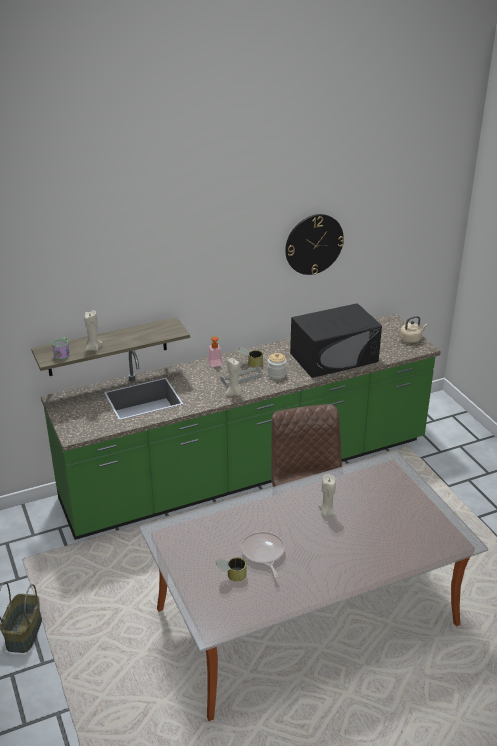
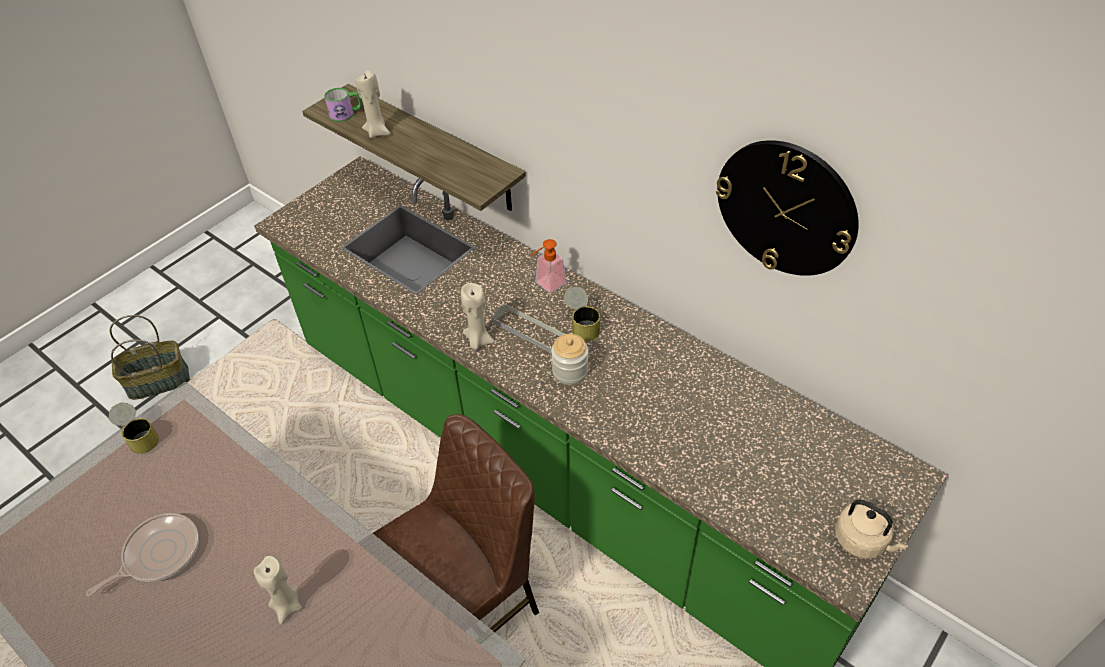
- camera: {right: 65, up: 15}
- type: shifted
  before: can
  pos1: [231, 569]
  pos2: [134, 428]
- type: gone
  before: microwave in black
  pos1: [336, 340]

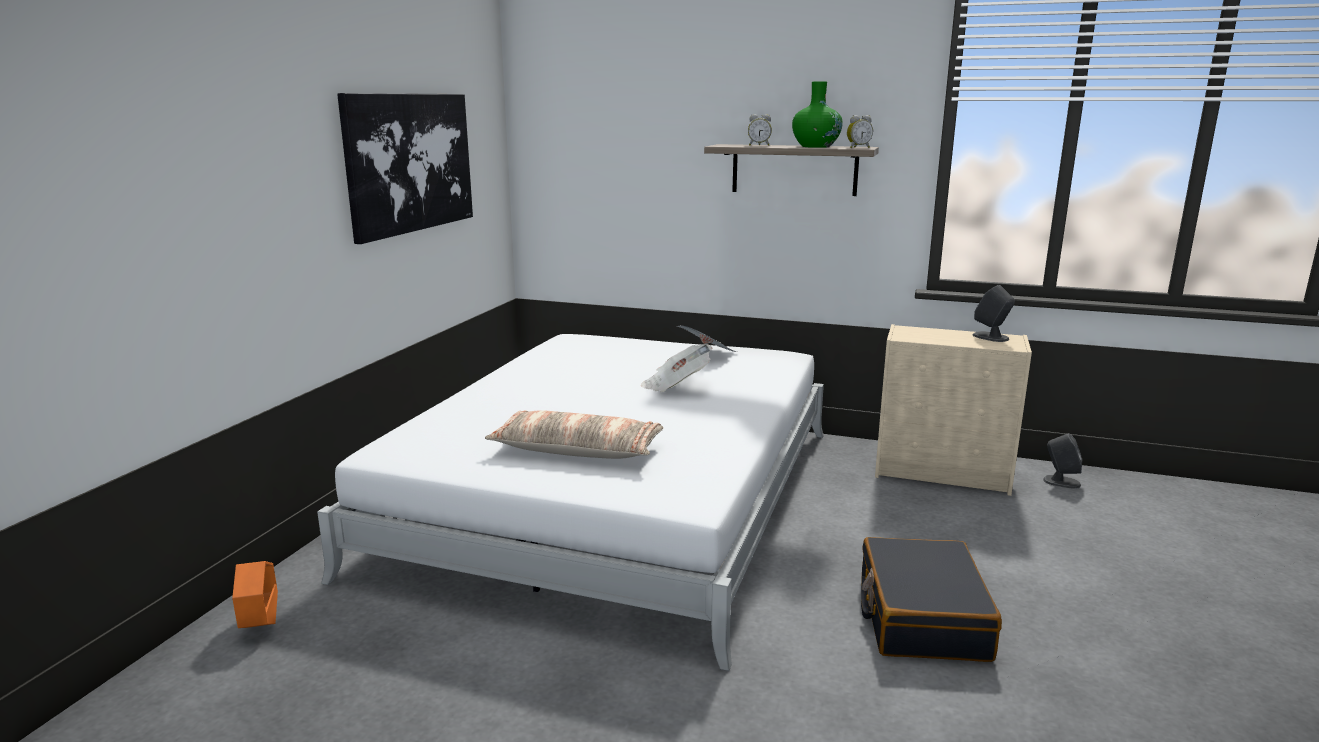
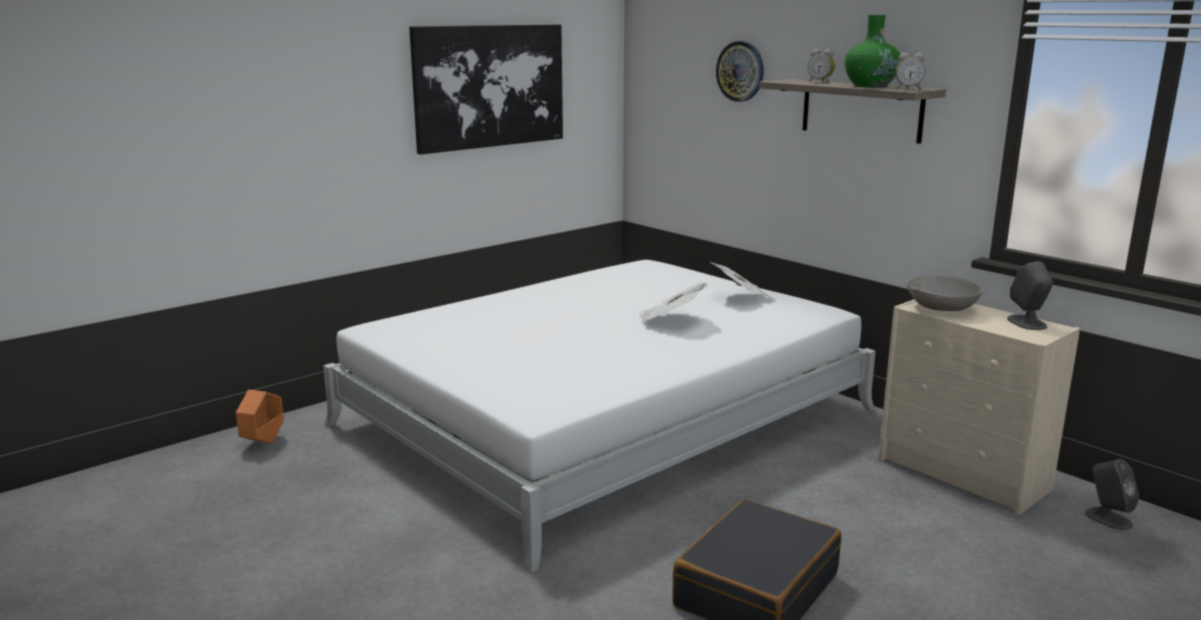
- camera: {right: 30, up: 0}
- type: gone
  before: pillow
  pos1: [574, 434]
- type: new
  after: wall clock
  pos2: [740, 71]
- type: new
  after: bowl in grey
  pos2: [945, 293]

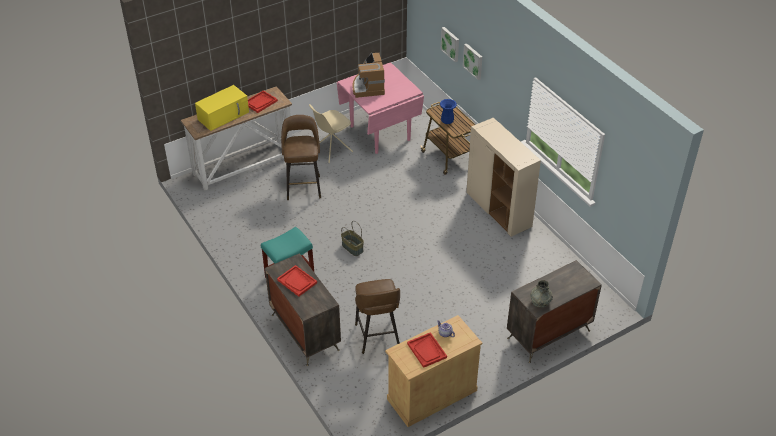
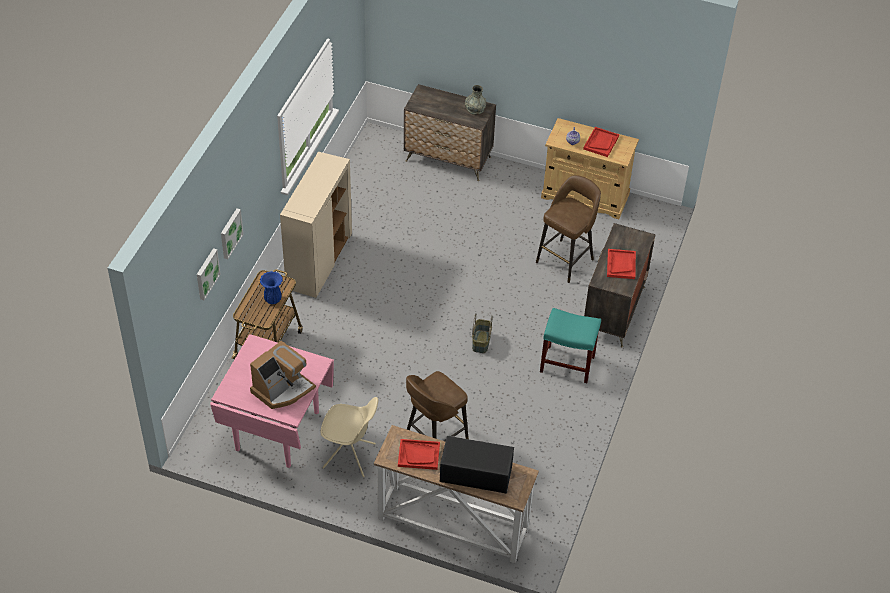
- camera: {right: -130, up: 5}
- type: repainted
  before: microwave in yellow
  after: microwave in black
  pos1: [222, 108]
  pos2: [477, 465]

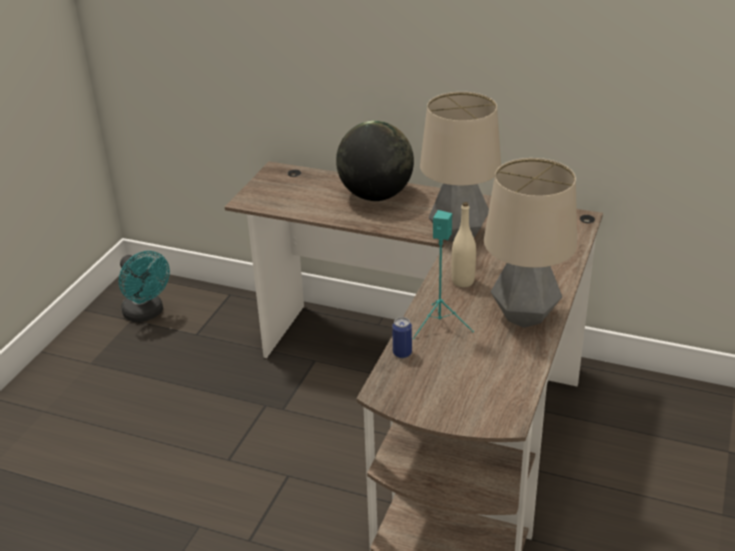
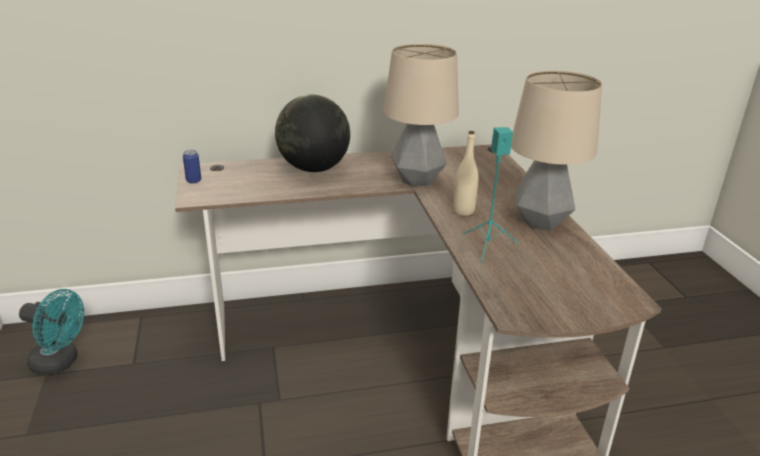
- camera: {right: -35, up: -5}
- type: shifted
  before: can
  pos1: [402, 337]
  pos2: [192, 166]

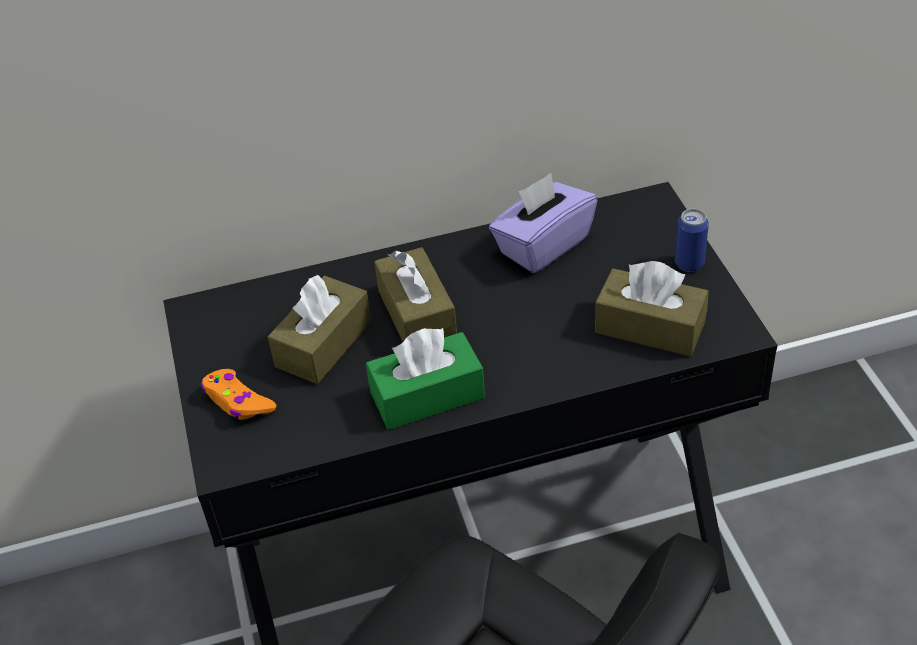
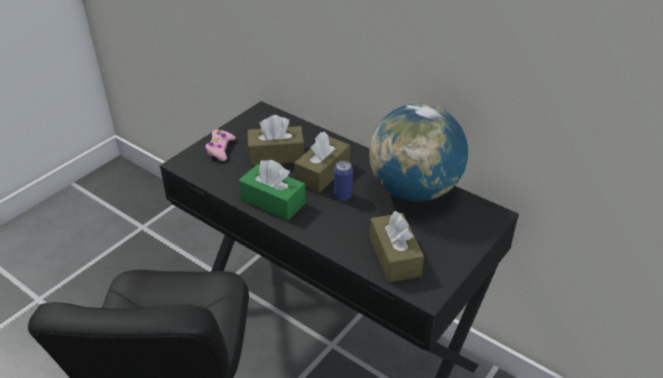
- camera: {right: 50, up: -5}
- type: repainted
  before: game controller in orange
  after: game controller in pink
  pos1: [238, 394]
  pos2: [220, 145]
- type: swapped
  before: tissue box in purple
  after: globe
  pos1: [543, 223]
  pos2: [418, 152]
- type: shifted
  before: can
  pos1: [692, 240]
  pos2: [343, 180]

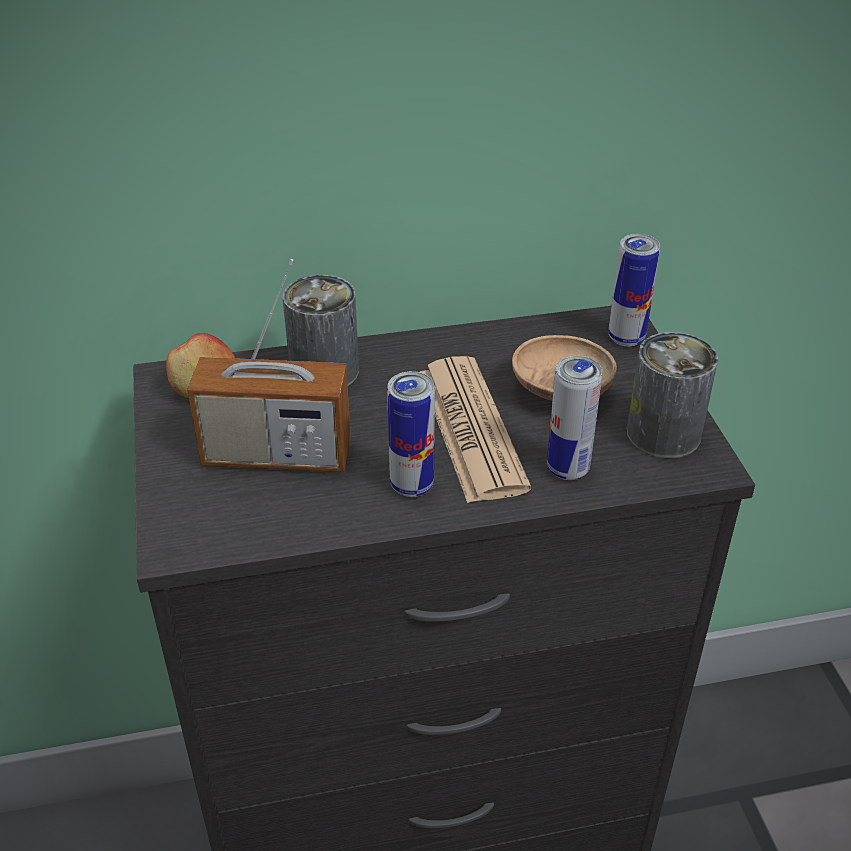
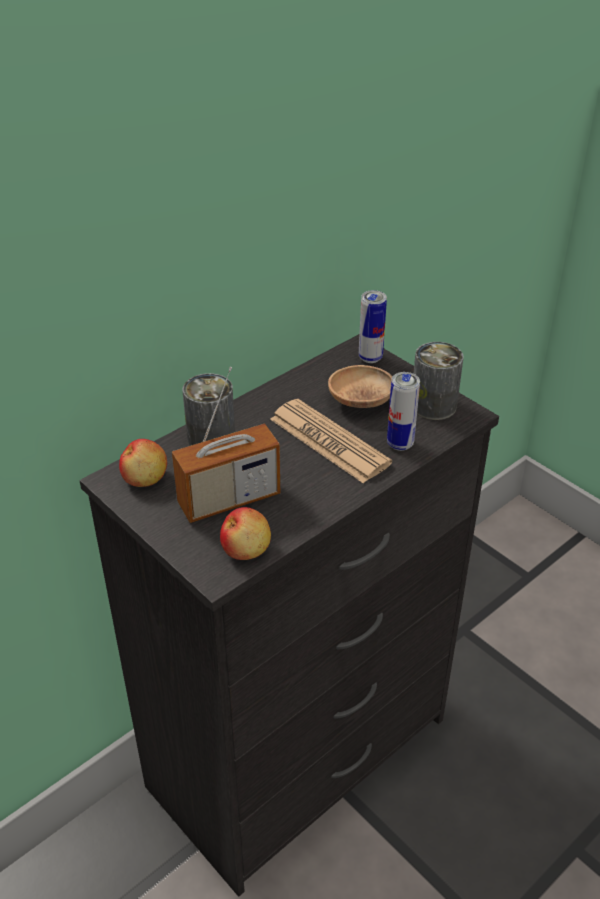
- camera: {right: -30, up: 0}
- type: gone
  before: can
  pos1: [411, 434]
- type: new
  after: apple
  pos2: [245, 533]

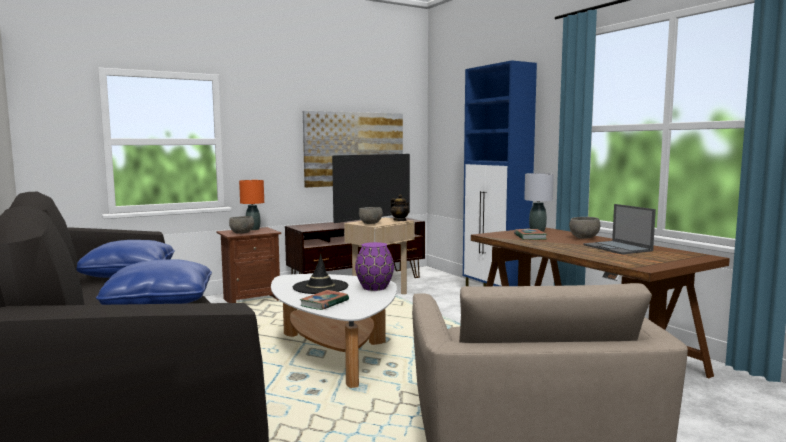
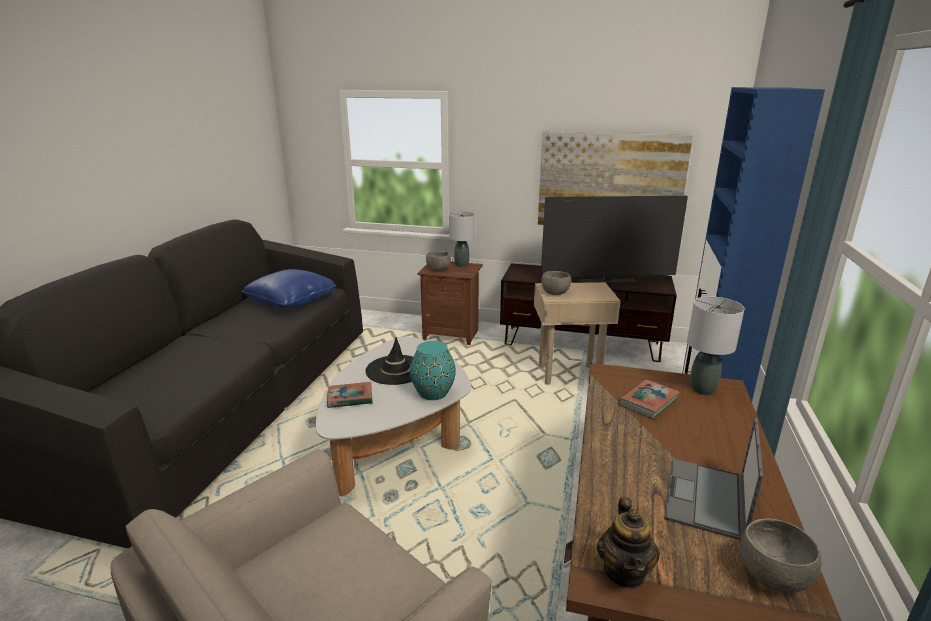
- camera: {right: 45, up: 15}
- type: gone
  before: pillow in blue
  pos1: [154, 282]
- type: repainted
  before: table lamp in orange
  after: table lamp in grey
  pos1: [251, 205]
  pos2: [462, 239]
- type: repainted
  before: vase in purple
  after: vase in turquoise
  pos1: [374, 266]
  pos2: [433, 370]
- type: shifted
  before: teapot
  pos1: [400, 207]
  pos2: [628, 543]
- type: shifted
  before: bowl in grey
  pos1: [584, 228]
  pos2: [781, 555]

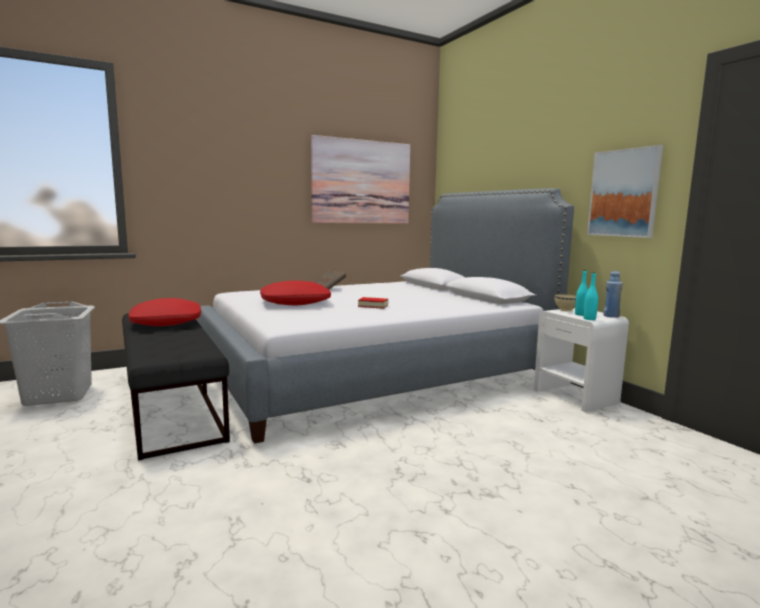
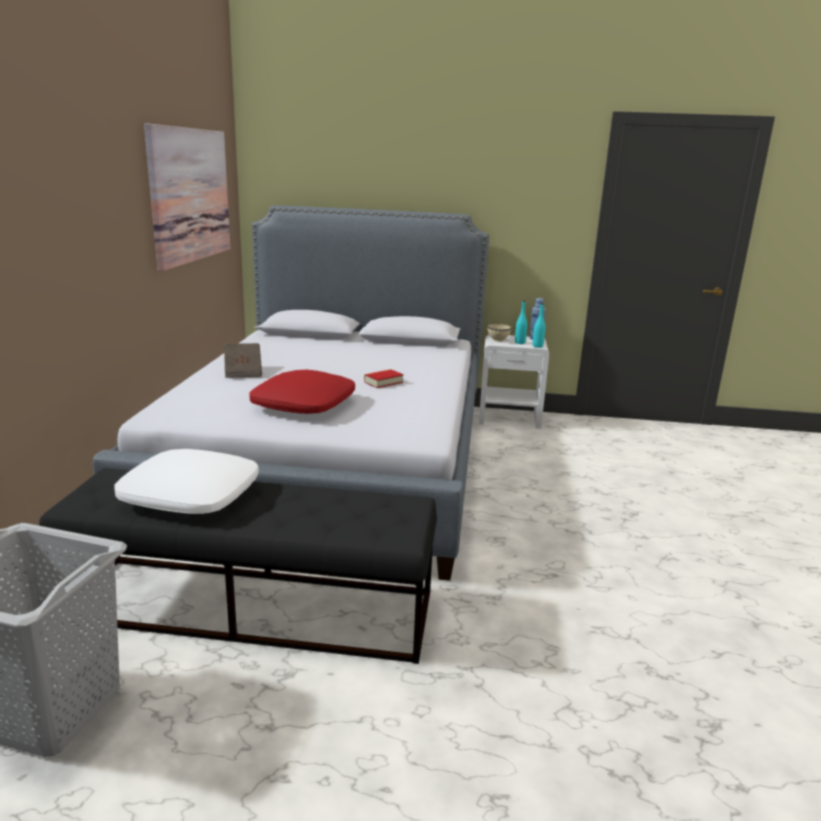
- camera: {right: -55, up: 10}
- type: repainted
  before: pillow in red
  after: pillow in white
  pos1: [164, 312]
  pos2: [186, 481]
- type: gone
  before: picture
  pos1: [625, 191]

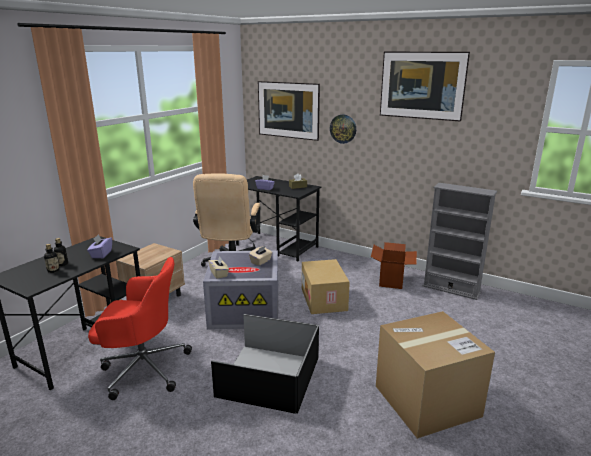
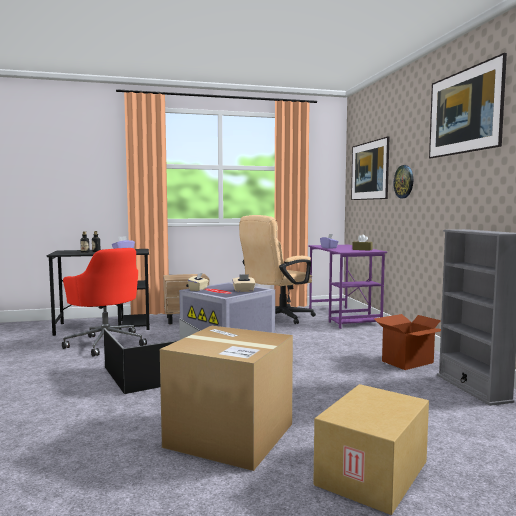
- camera: {right: 45, up: -15}
- type: repainted
  before: desk in black
  after: desk in purple
  pos1: [278, 218]
  pos2: [347, 287]
- type: shifted
  before: cardboard box
  pos1: [326, 286]
  pos2: [371, 449]

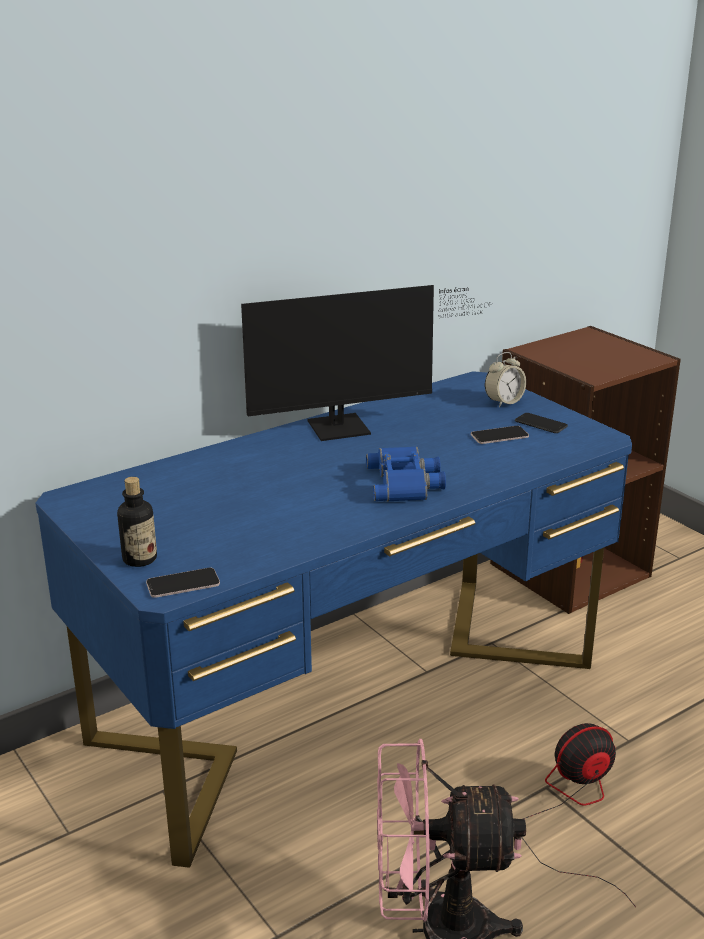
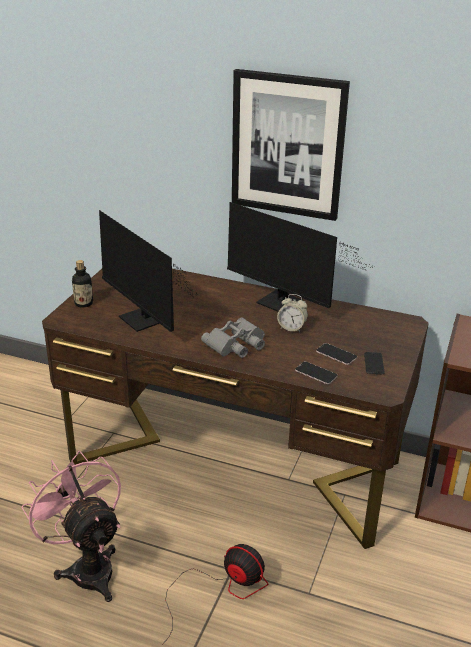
- camera: {right: 55, up: 5}
- type: repainted
  before: desk in blue
  after: desk in brown
  pos1: [333, 619]
  pos2: [235, 409]
- type: shifted
  before: phone
  pos1: [183, 583]
  pos2: [316, 372]
- type: repainted
  before: binoculars in blue
  after: binoculars in grey
  pos1: [406, 474]
  pos2: [233, 338]
- type: shifted
  before: alarm clock
  pos1: [505, 379]
  pos2: [292, 313]
- type: new
  after: monitor
  pos2: [148, 271]
- type: new
  after: picture
  pos2: [291, 145]

